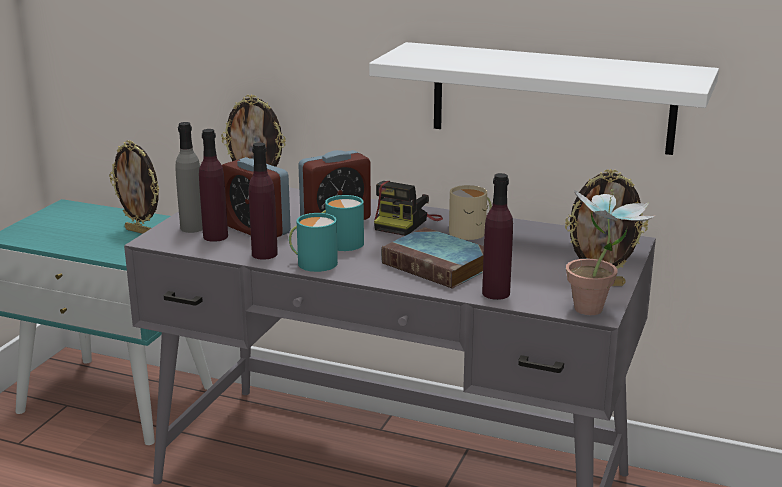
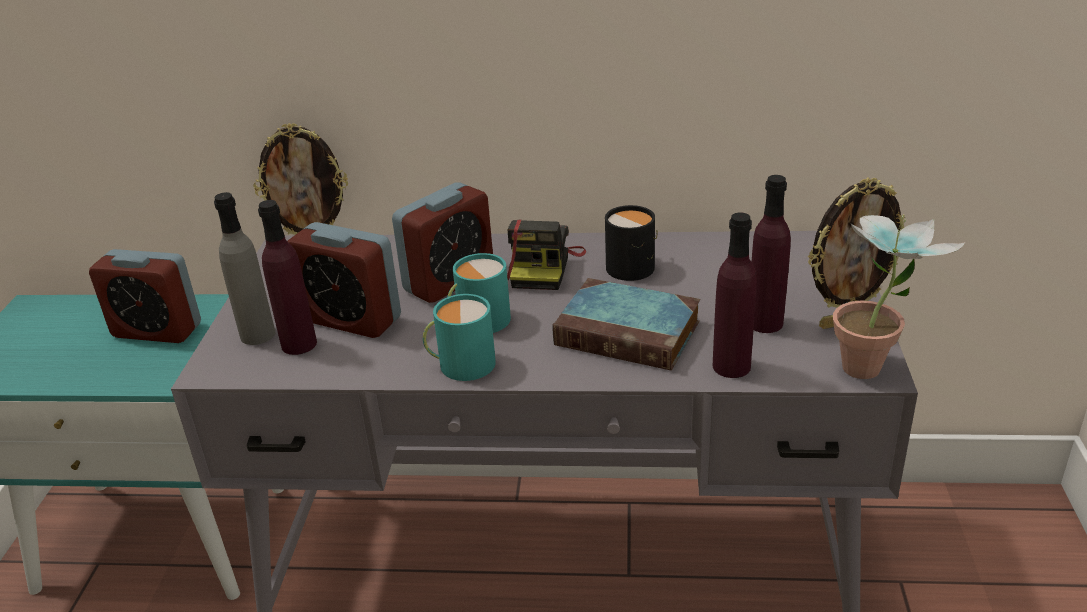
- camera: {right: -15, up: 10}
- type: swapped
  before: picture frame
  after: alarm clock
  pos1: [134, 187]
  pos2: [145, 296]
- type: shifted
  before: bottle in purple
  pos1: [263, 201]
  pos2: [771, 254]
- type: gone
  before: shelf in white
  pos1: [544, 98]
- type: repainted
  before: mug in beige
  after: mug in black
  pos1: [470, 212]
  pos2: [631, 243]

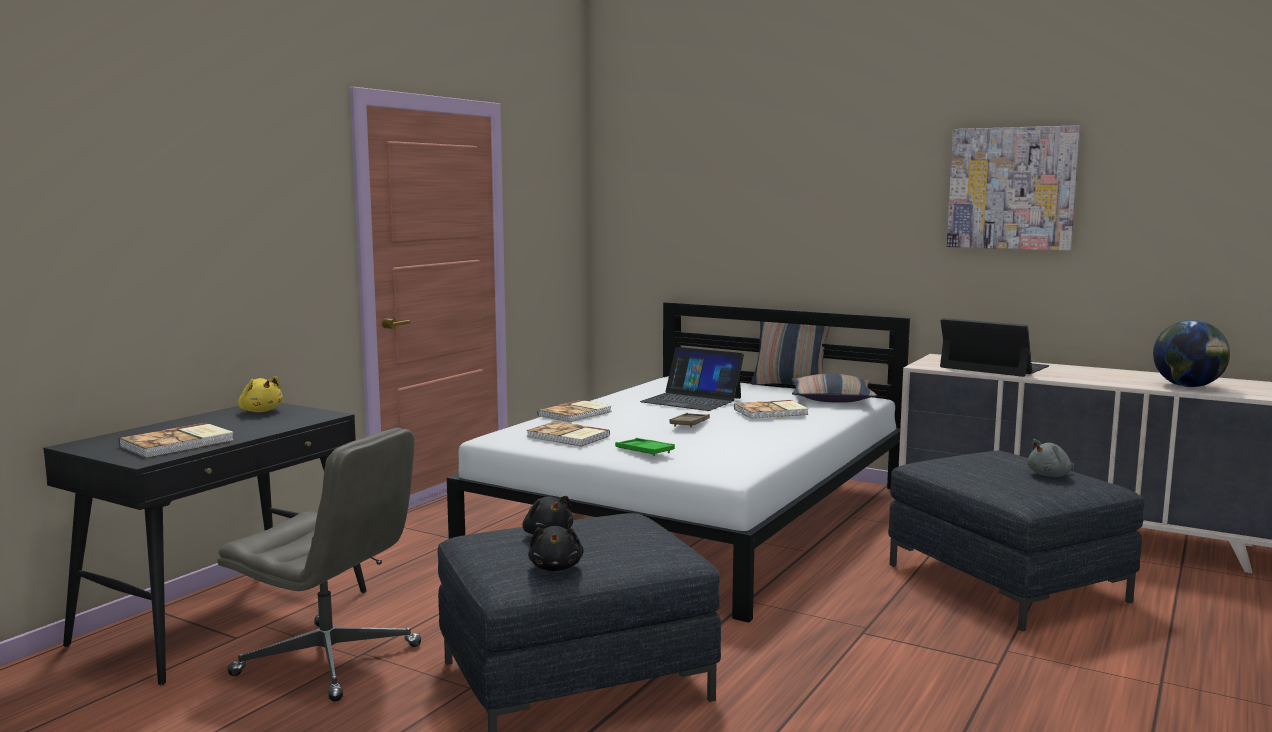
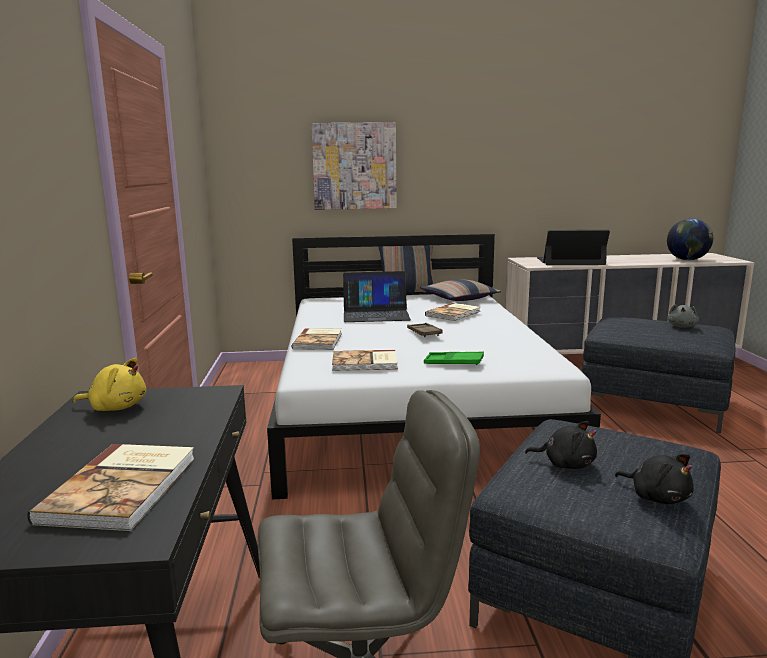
- camera: {right: -35, up: 5}
- type: shifted
  before: picture
  pos1: [1013, 188]
  pos2: [354, 166]

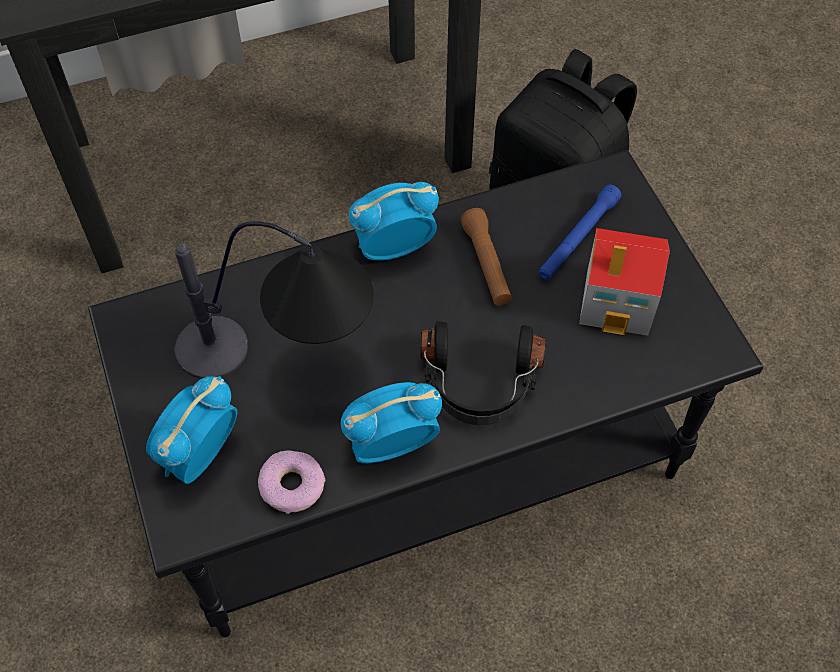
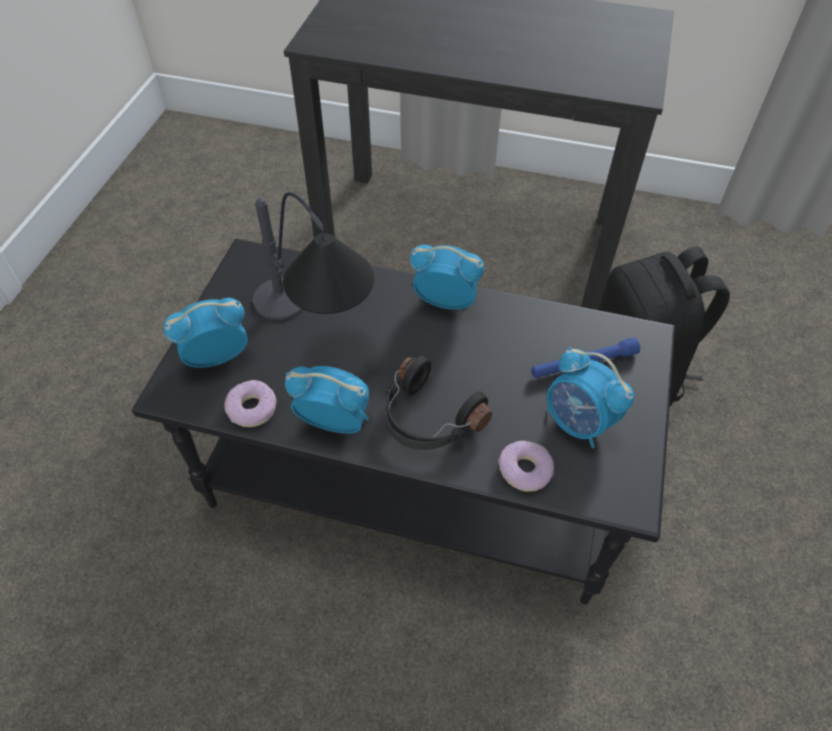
- camera: {right: 35, up: -5}
- type: gone
  before: flashlight in brown
  pos1: [486, 257]
- type: swapped
  before: toy house
  after: alarm clock
  pos1: [624, 282]
  pos2: [590, 397]
- type: new
  after: donut
  pos2: [526, 466]

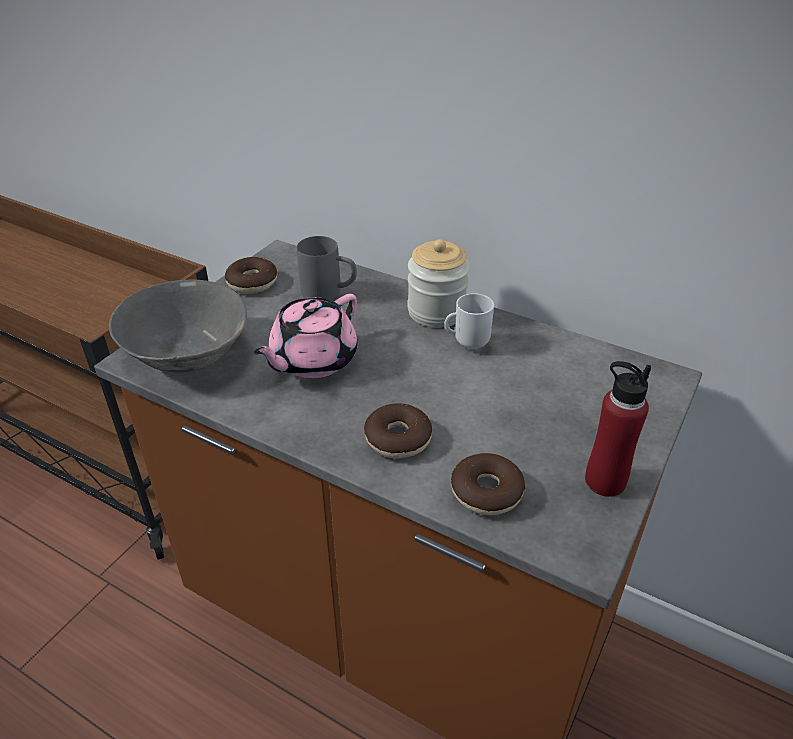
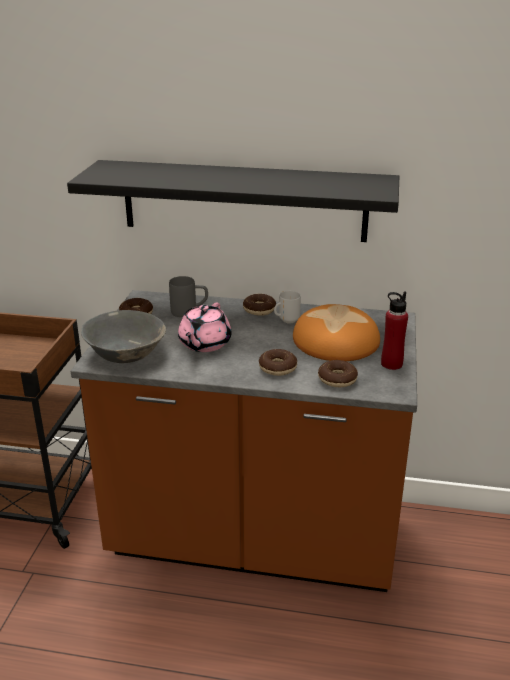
- camera: {right: -20, up: -10}
- type: swapped
  before: jar
  after: donut
  pos1: [438, 283]
  pos2: [259, 305]
- type: new
  after: shelf in black
  pos2: [233, 201]
- type: new
  after: bread
  pos2: [336, 332]

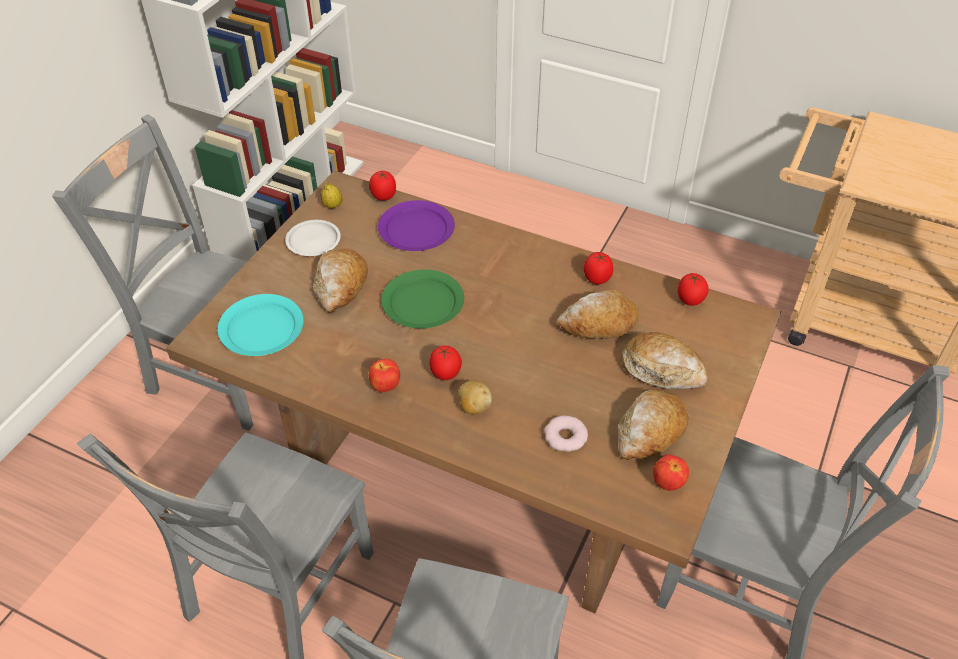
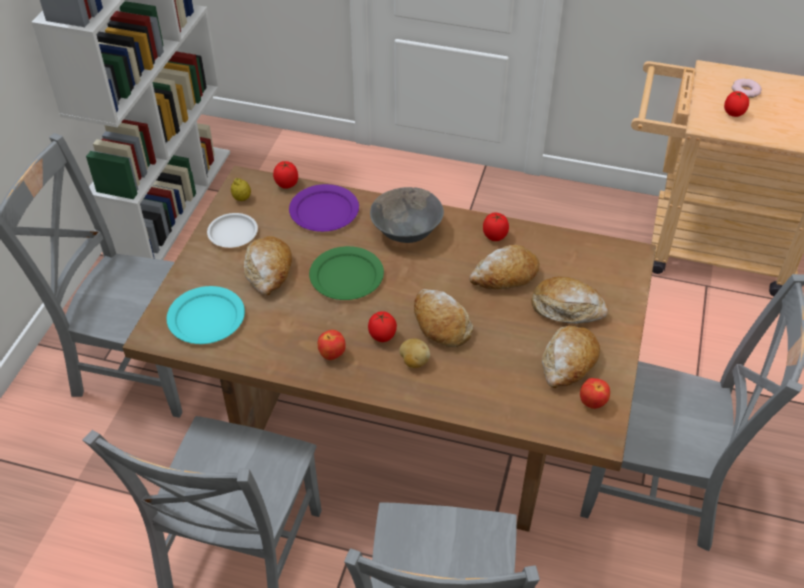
- camera: {right: -10, up: 0}
- type: shifted
  before: donut
  pos1: [566, 433]
  pos2: [747, 88]
- type: shifted
  before: tomato
  pos1: [693, 289]
  pos2: [736, 104]
- type: new
  after: bowl in grey
  pos2: [407, 215]
- type: new
  after: bread
  pos2: [443, 318]

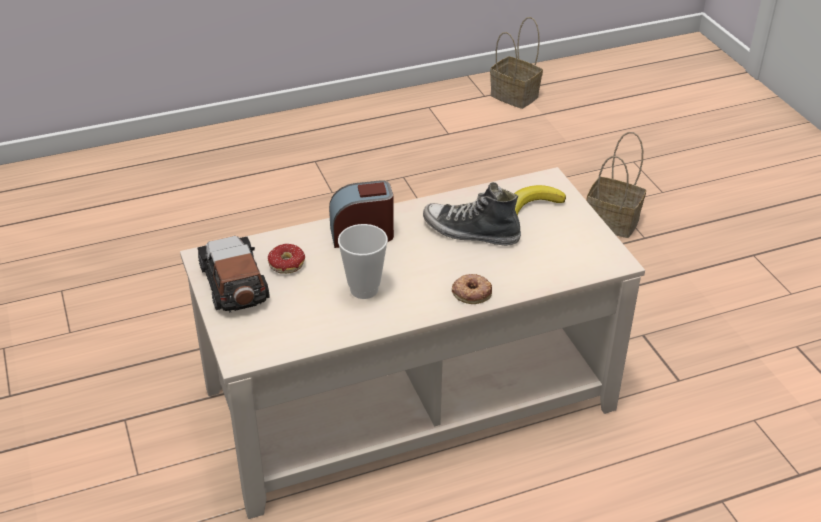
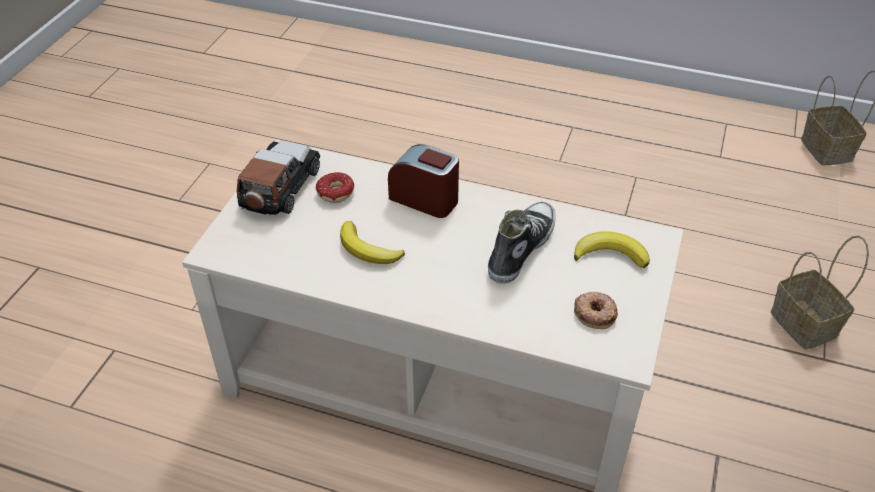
- camera: {right: 40, up: 5}
- type: swapped
  before: cup
  after: banana
  pos1: [363, 261]
  pos2: [372, 242]
- type: rotated
  before: shoe
  pos1: [472, 214]
  pos2: [522, 243]
  turn: 60
- type: shifted
  before: donut
  pos1: [472, 289]
  pos2: [596, 310]

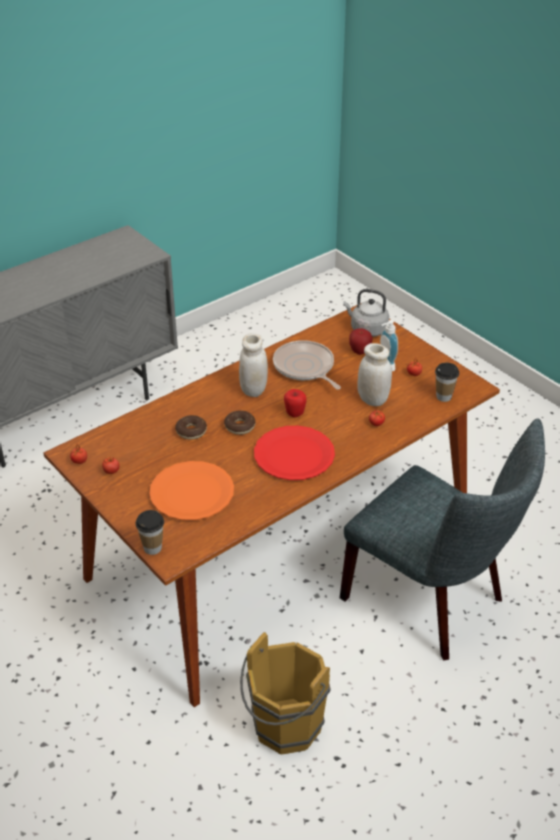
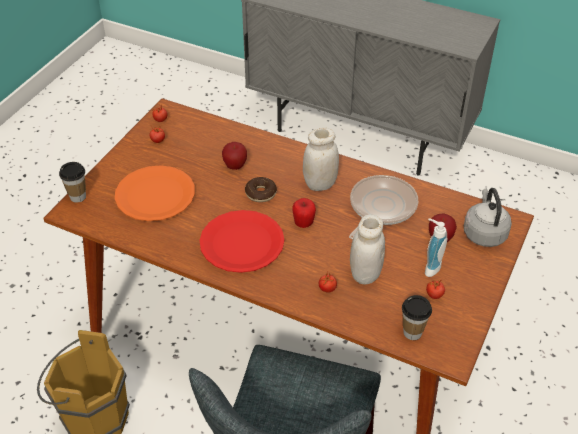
- camera: {right: 65, up: 5}
- type: swapped
  before: donut
  after: apple
  pos1: [191, 427]
  pos2: [234, 156]

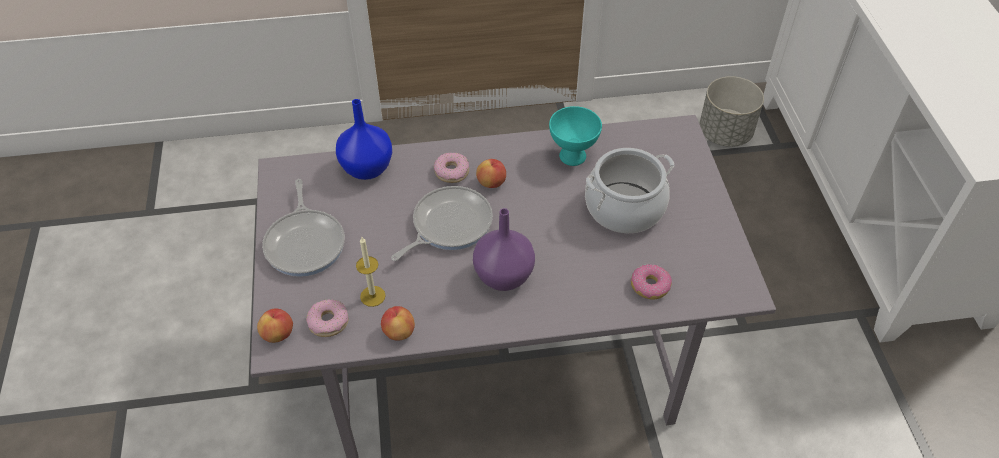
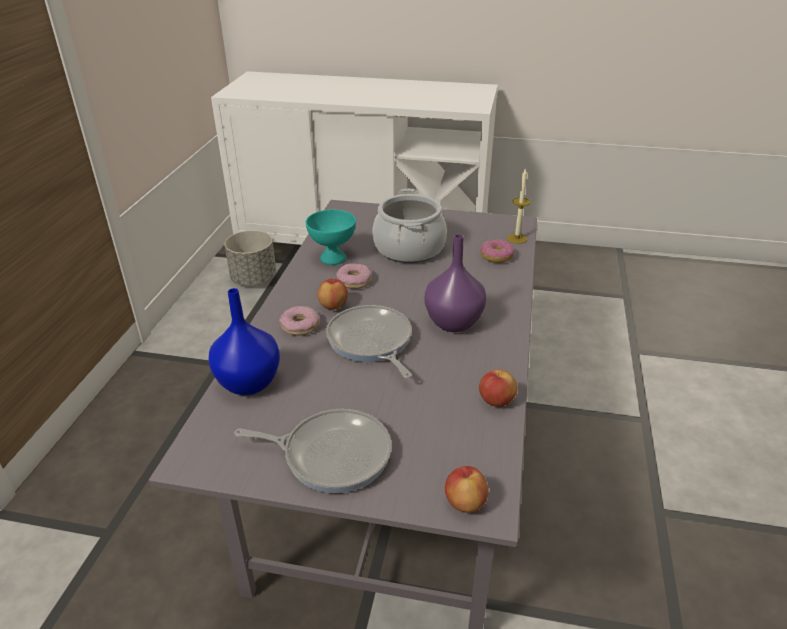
- camera: {right: -70, up: -15}
- type: shifted
  before: donut
  pos1: [327, 318]
  pos2: [354, 276]
- type: shifted
  before: candle
  pos1: [371, 272]
  pos2: [518, 205]

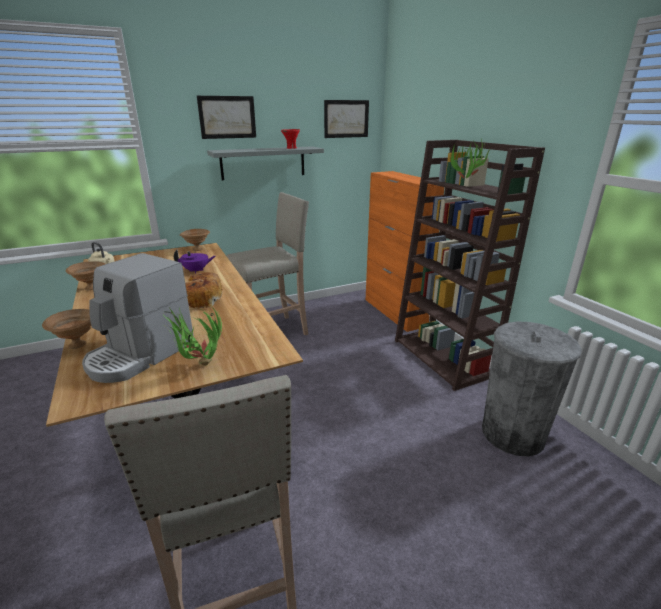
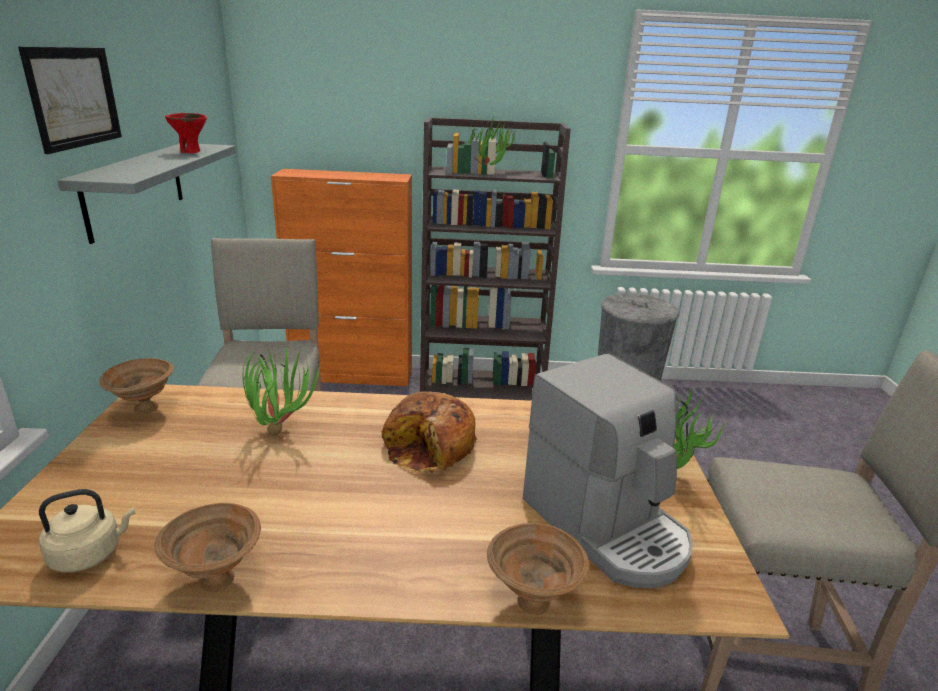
- camera: {right: -65, up: 0}
- type: swapped
  before: teapot in purple
  after: potted plant
  pos1: [194, 262]
  pos2: [281, 392]
- type: gone
  before: picture
  pos1: [346, 119]

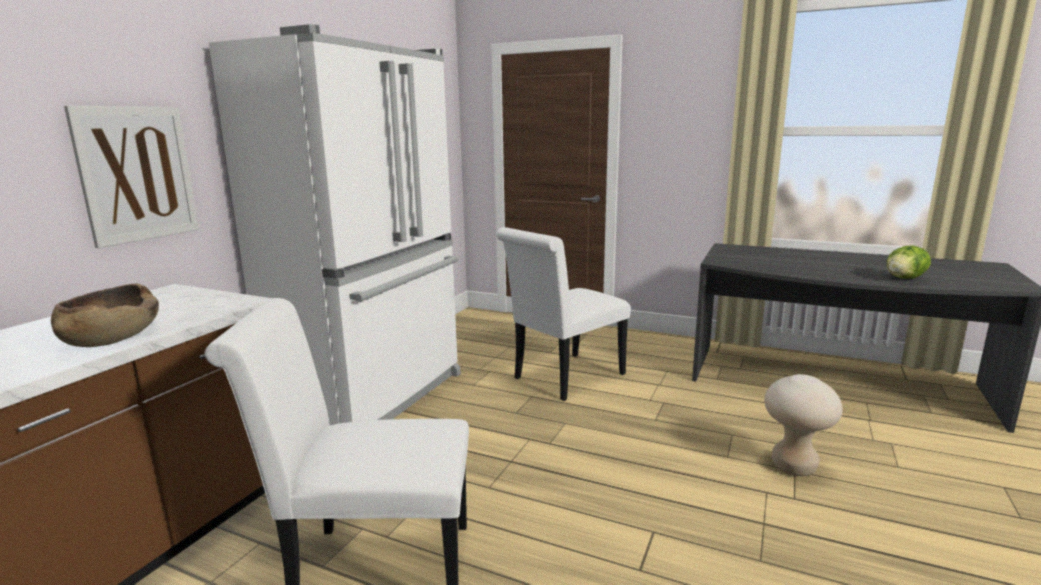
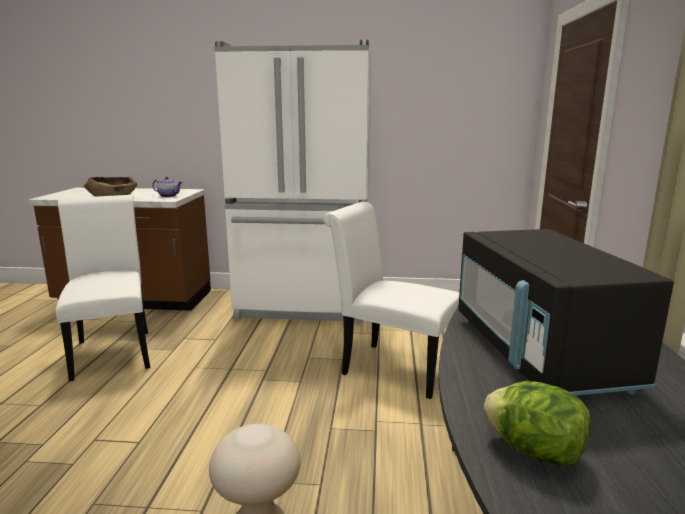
- camera: {right: 70, up: 0}
- type: gone
  before: picture
  pos1: [131, 177]
- type: new
  after: teapot
  pos2: [167, 187]
- type: new
  after: microwave in black
  pos2: [566, 312]

